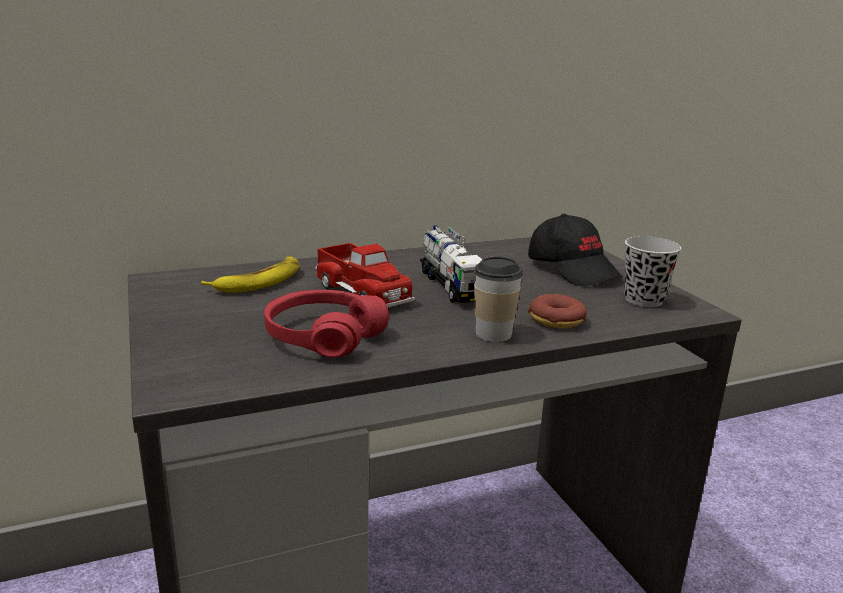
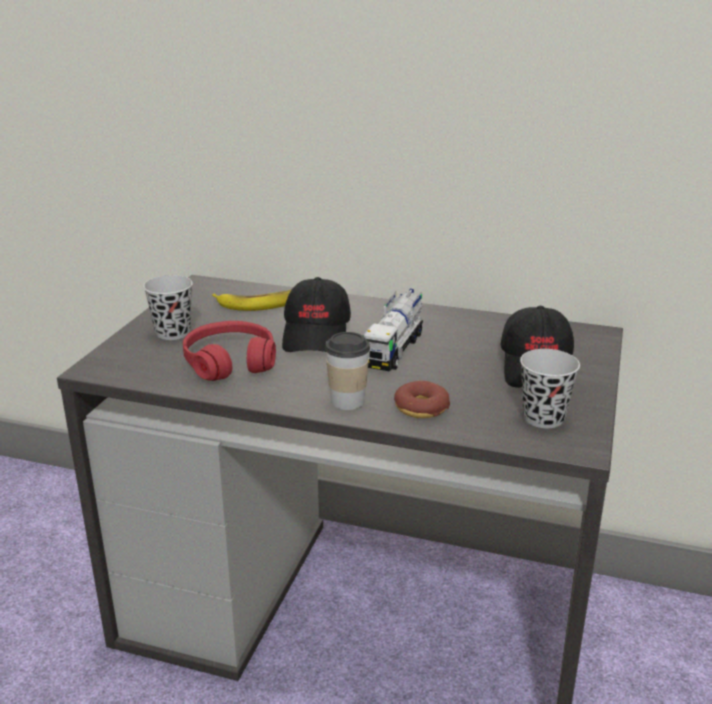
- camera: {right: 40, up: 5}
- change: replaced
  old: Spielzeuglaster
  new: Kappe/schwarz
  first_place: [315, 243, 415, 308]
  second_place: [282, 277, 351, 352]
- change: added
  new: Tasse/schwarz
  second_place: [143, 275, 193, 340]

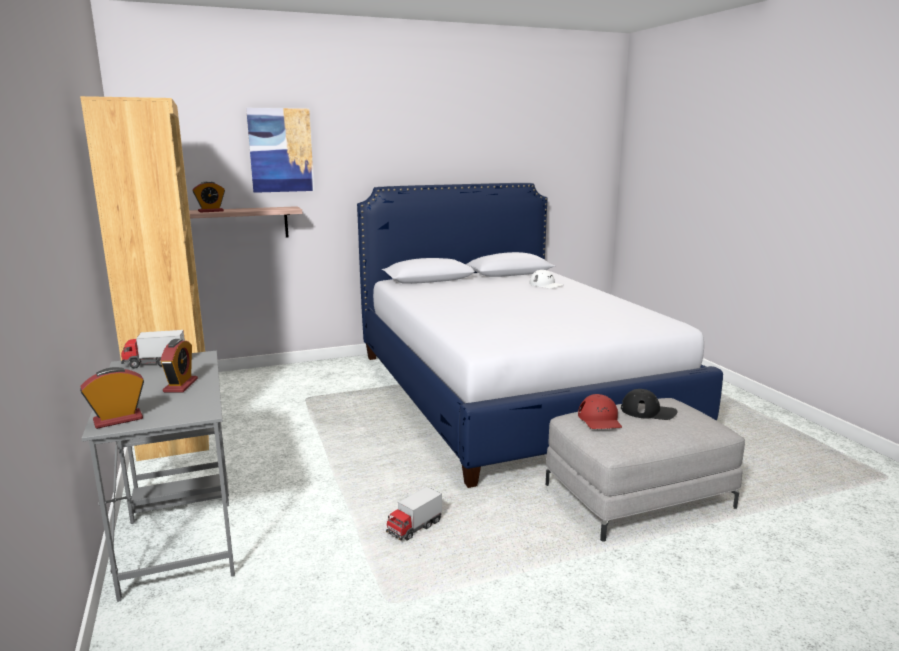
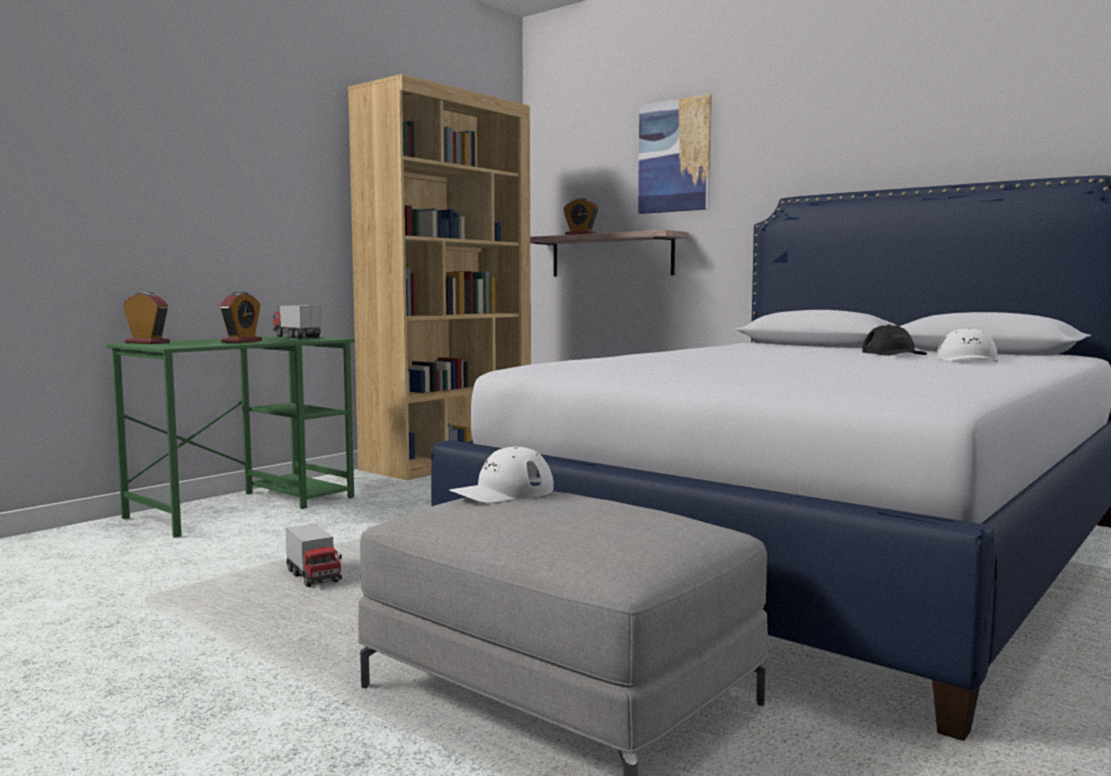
- camera: {right: 60, up: -10}
- change: recoloured
  old: Schreibtisch/grau
  new: Schreibtisch/grün
  first_place: [82, 351, 235, 602]
  second_place: [106, 336, 355, 538]
- change: turned
  old: Wecker
  first_place: [160, 339, 198, 392]
  second_place: [220, 292, 262, 343]
  degrees: -45
- change: turned
  old: Spielzeuglaster
  first_place: [386, 487, 442, 540]
  second_place: [286, 524, 342, 587]
  degrees: -135
- change: recoloured
  old: Kappe/rot
  new: Kappe/weiß
  first_place: [578, 394, 622, 429]
  second_place: [450, 446, 554, 503]
- change: moved
  old: Kappe/schwarz
  first_place: [621, 389, 677, 420]
  second_place: [862, 325, 927, 356]

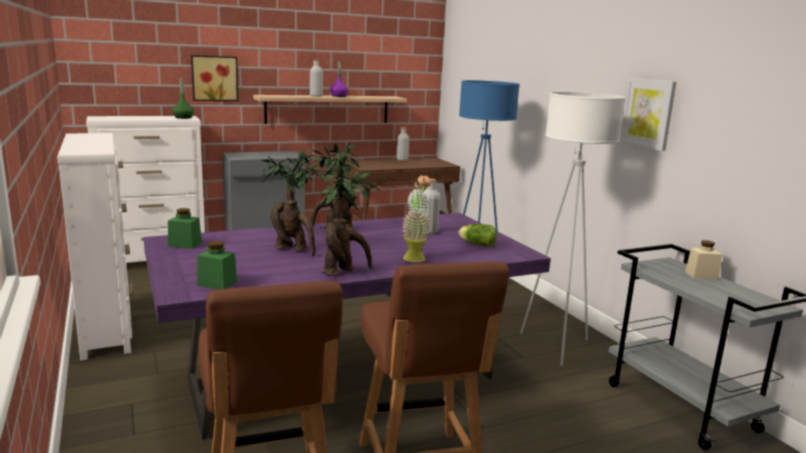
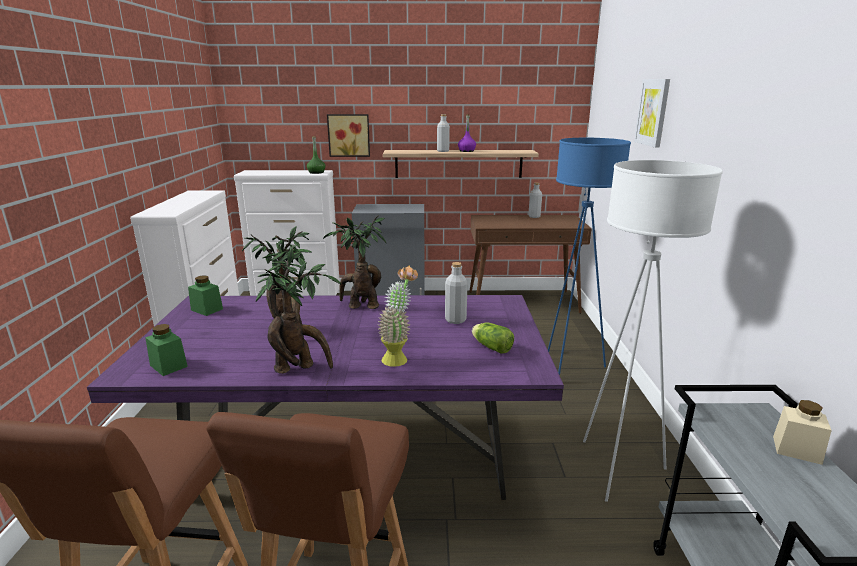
- camera: {right: 25, up: 5}
- change: moved
  old: Bild
  first_place: [620, 78, 676, 151]
  second_place: [634, 79, 670, 148]

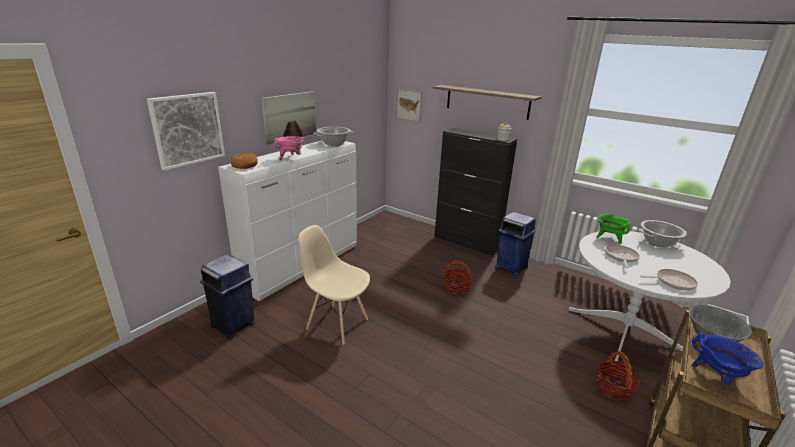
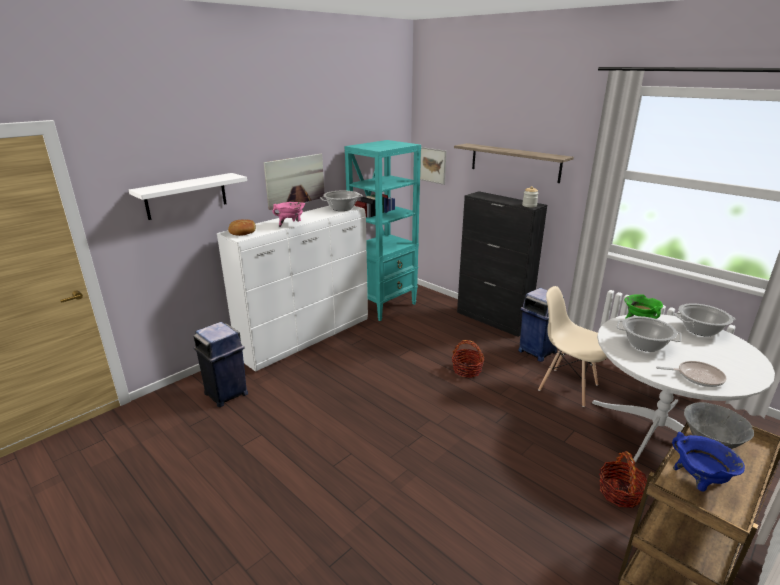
- camera: {right: 10, up: 0}
- change: replaced
  old: Bild
  new: Wandregal/weiß
  first_place: [147, 92, 225, 170]
  second_place: [129, 173, 247, 220]
- change: moved
  old: Stuhl/beige
  first_place: [298, 225, 370, 345]
  second_place: [538, 286, 607, 407]
- change: replaced
  old: Pfanne
  new: Kochtopf
  first_place: [605, 245, 640, 268]
  second_place: [617, 316, 682, 352]
- change: added
  new: Bücherregal/türkis
  second_place: [345, 140, 421, 321]

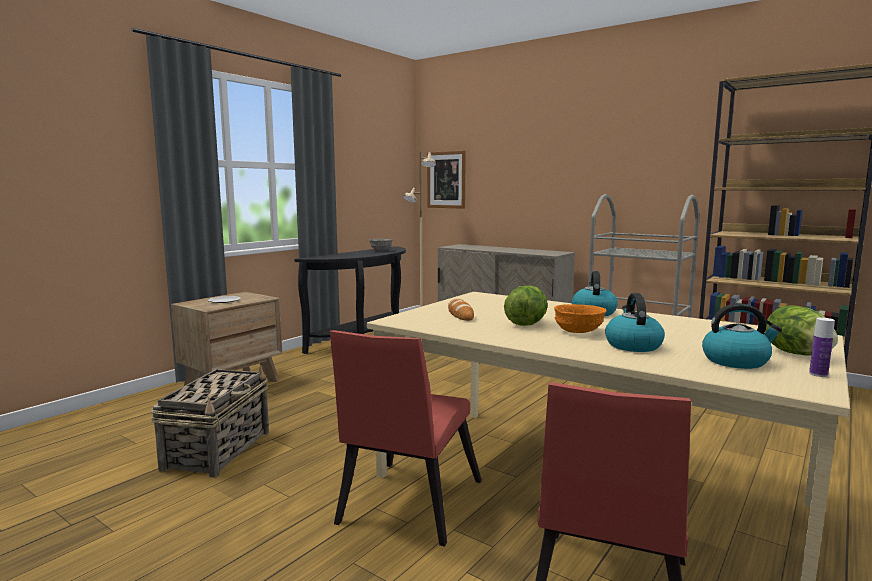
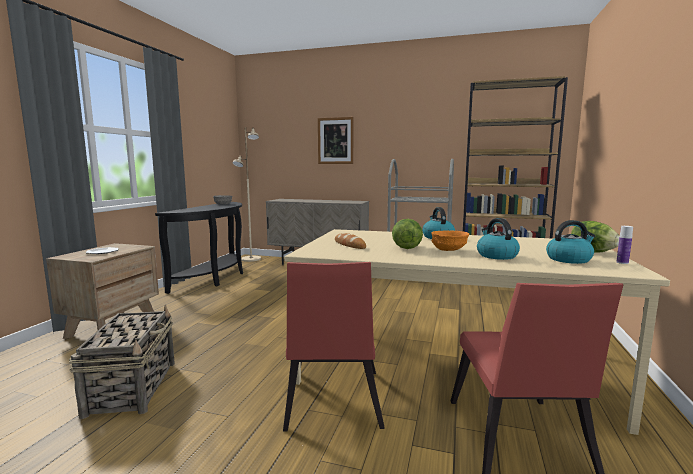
- camera: {right: -20, up: 0}
- change: moved
  old: Bild
  first_place: [427, 151, 466, 209]
  second_place: [318, 117, 353, 164]

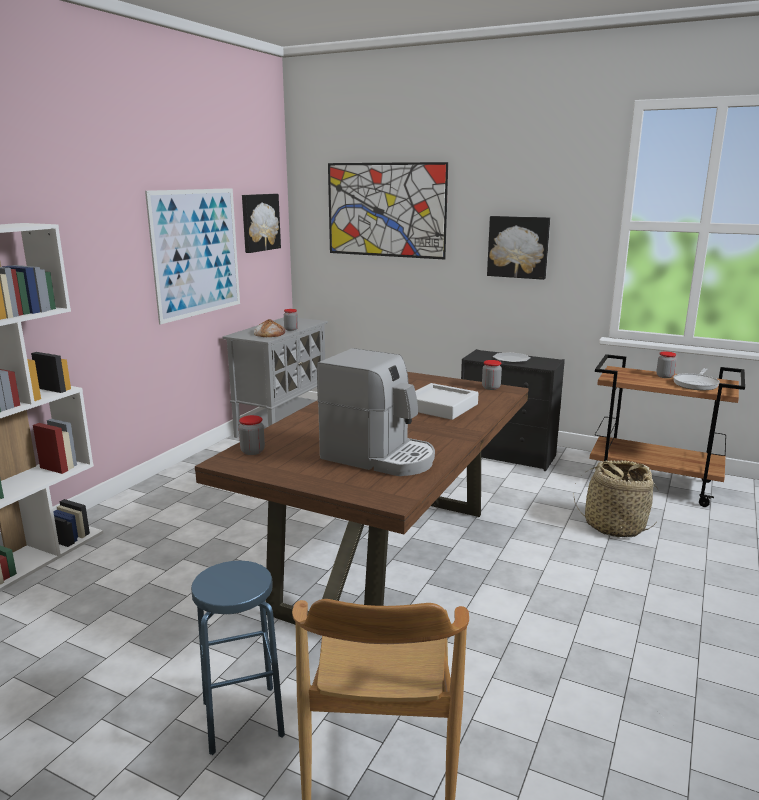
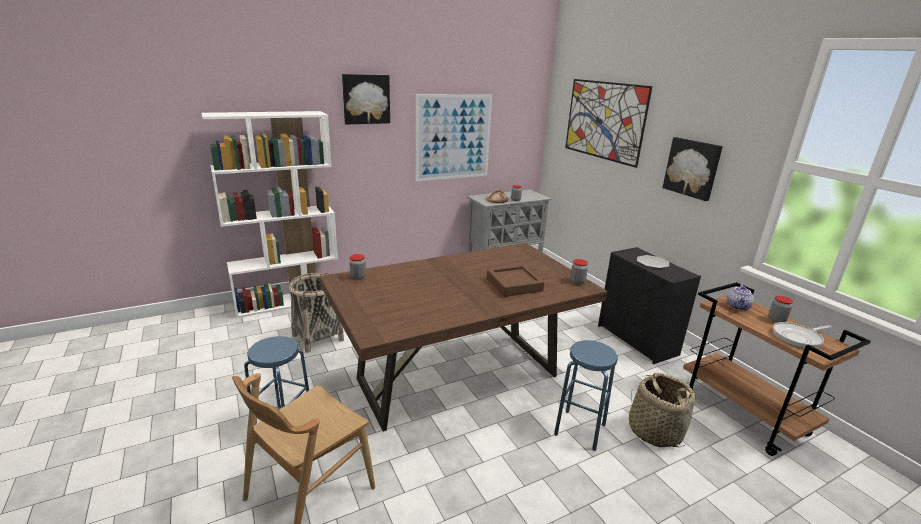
- camera: {right: 35, up: 5}
- change: moved
  old: Bild
  first_place: [242, 194, 281, 253]
  second_place: [342, 74, 390, 124]
- change: removed
  old: Kaffeemaschine
  first_place: [317, 348, 435, 476]
- change: recoloured
  old: Tablett/grau
  new: Tablett/braun
  first_place: [415, 383, 478, 420]
  second_place: [487, 265, 544, 297]
- change: added
  new: Korb
  second_place: [289, 273, 344, 353]
- change: added
  new: Hocker/blau
  second_place: [554, 340, 618, 451]
- change: added
  new: Teekanne
  second_place: [727, 284, 754, 311]

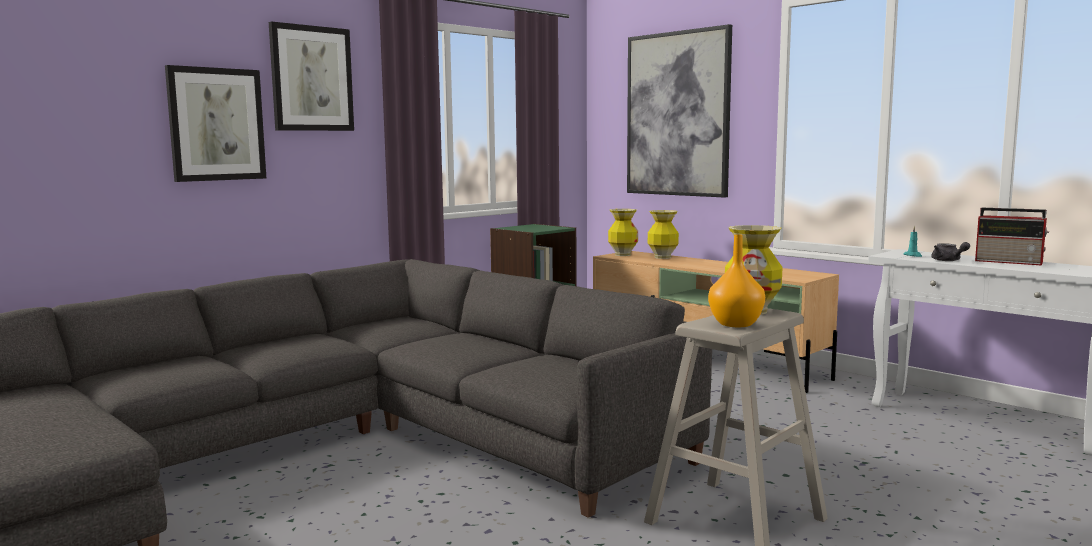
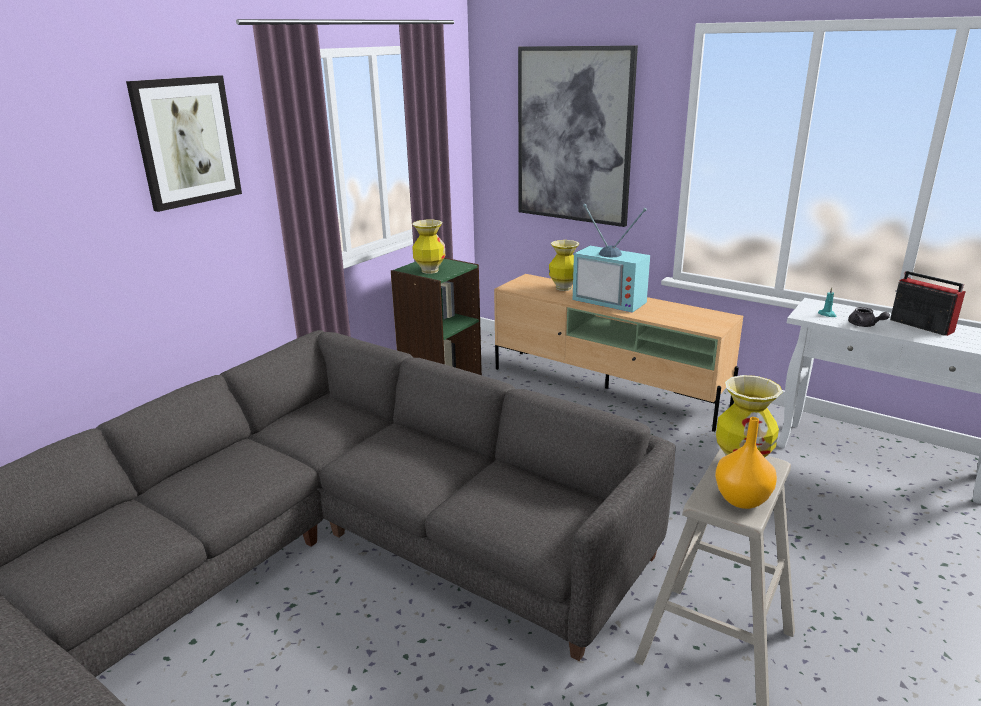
- camera: {right: -10, up: 15}
- change: removed
  old: Bild
  first_place: [165, 65, 266, 182]
- change: moved
  old: Vase
  first_place: [608, 209, 638, 256]
  second_place: [412, 220, 445, 274]
- change: turned
  old: Radio
  first_place: [975, 208, 1049, 266]
  second_place: [890, 271, 966, 336]
  degrees: -150
- change: added
  new: Fernseher
  second_place: [573, 204, 650, 313]

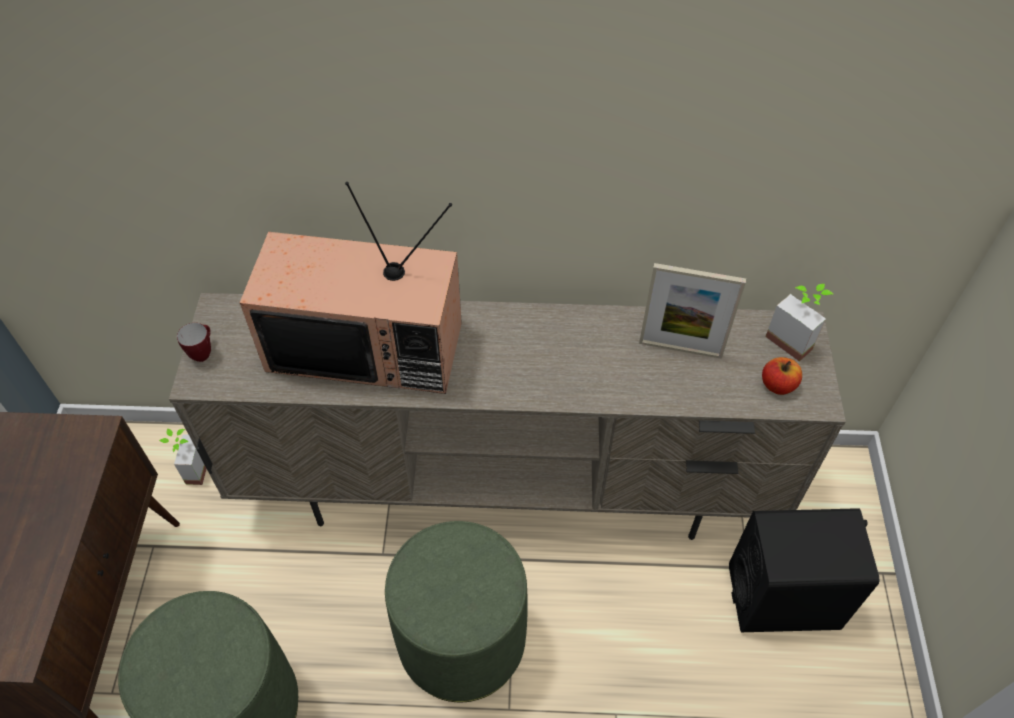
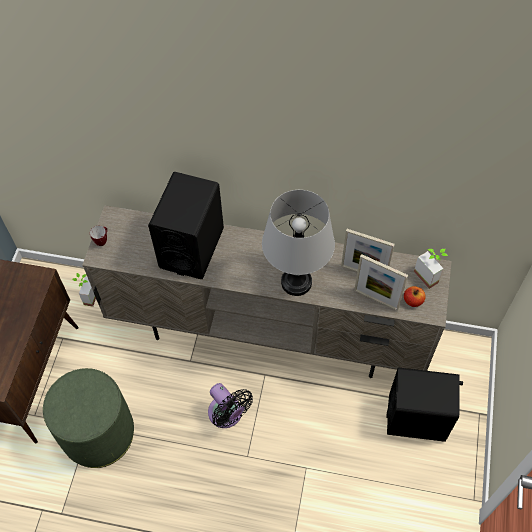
- camera: {right: 10, up: 5}
- change: replaced
  old: Fernseher
  new: Lautsprecher/schwarz
  first_place: [240, 182, 462, 394]
  second_place: [148, 172, 224, 279]
- change: replaced
  old: Polsterhocker/grün
  new: Ventilator/schwarz
  first_place: [385, 521, 528, 702]
  second_place: [208, 383, 253, 428]
- change: added
  new: Tischlampe/grau
  second_place: [262, 190, 335, 296]
- change: added
  new: Bilderrahmen
  second_place: [354, 254, 408, 311]

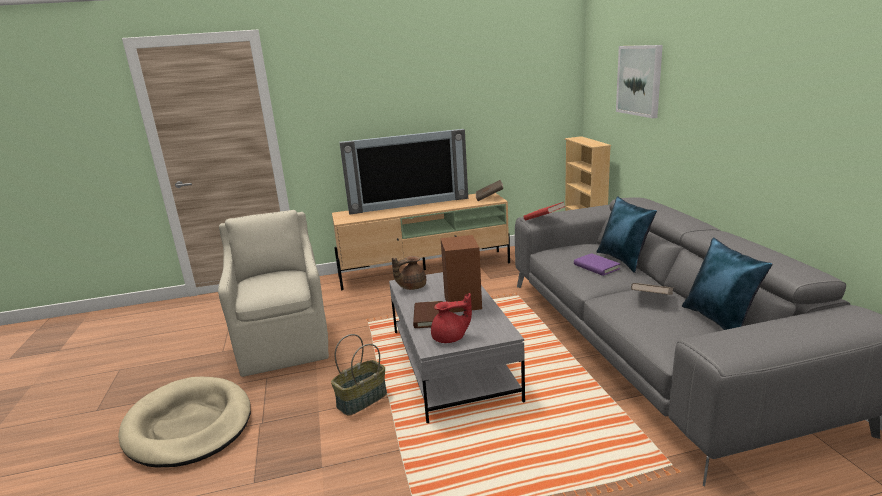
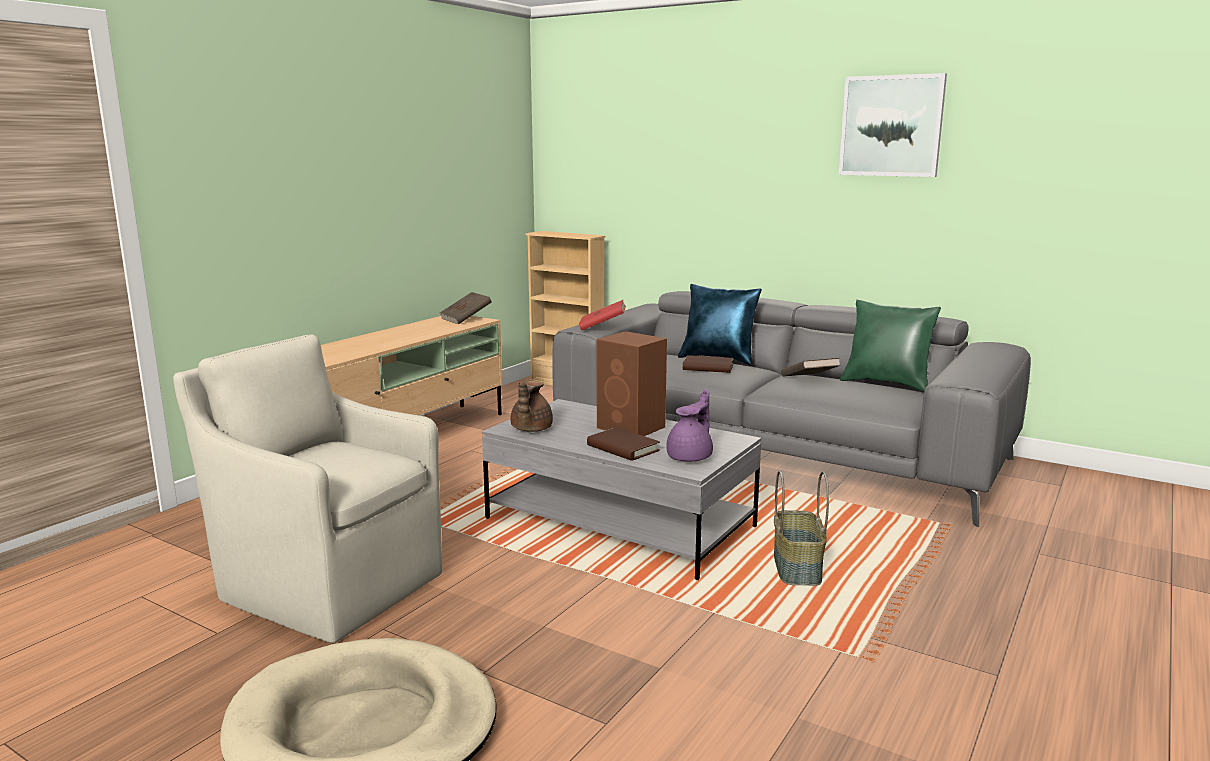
- camera: {right: -45, up: -5}
- change: moved
  old: Korb
  first_place: [331, 334, 387, 416]
  second_place: [774, 471, 829, 586]
- change: removed
  old: Fernseher
  first_place: [339, 129, 468, 215]
- change: recoloured
  old: Teekanne/rot
  new: Teekanne/lila
  first_place: [431, 293, 472, 343]
  second_place: [666, 389, 713, 461]
- change: recoloured
  old: Buch/lila
  new: Buch/braun
  first_place: [574, 253, 620, 276]
  second_place: [683, 355, 733, 373]
- change: moved
  old: Bild
  first_place: [616, 45, 663, 118]
  second_place: [839, 73, 947, 177]
- change: recoloured
  old: Kissen/blau
  new: Kissen/grün
  first_place: [682, 238, 772, 330]
  second_place: [840, 300, 941, 392]

